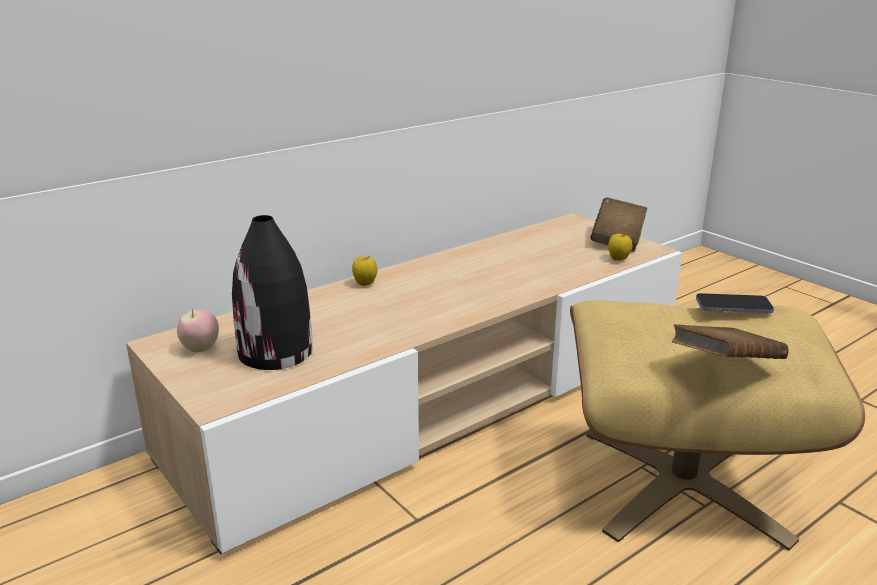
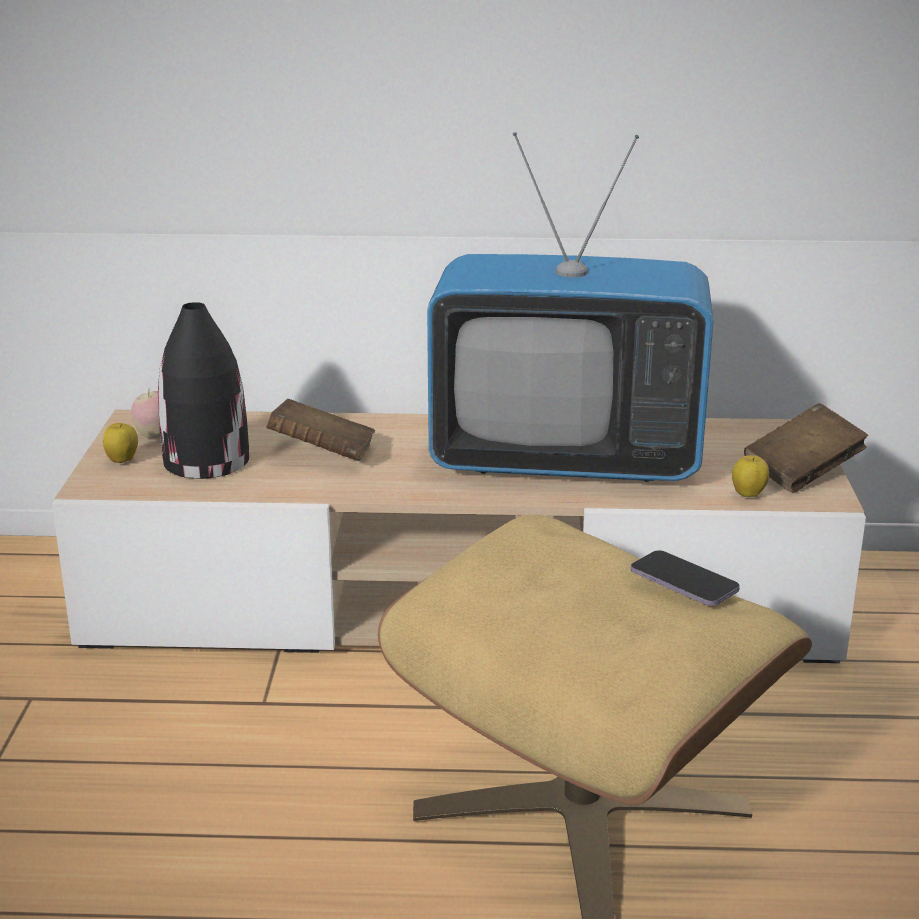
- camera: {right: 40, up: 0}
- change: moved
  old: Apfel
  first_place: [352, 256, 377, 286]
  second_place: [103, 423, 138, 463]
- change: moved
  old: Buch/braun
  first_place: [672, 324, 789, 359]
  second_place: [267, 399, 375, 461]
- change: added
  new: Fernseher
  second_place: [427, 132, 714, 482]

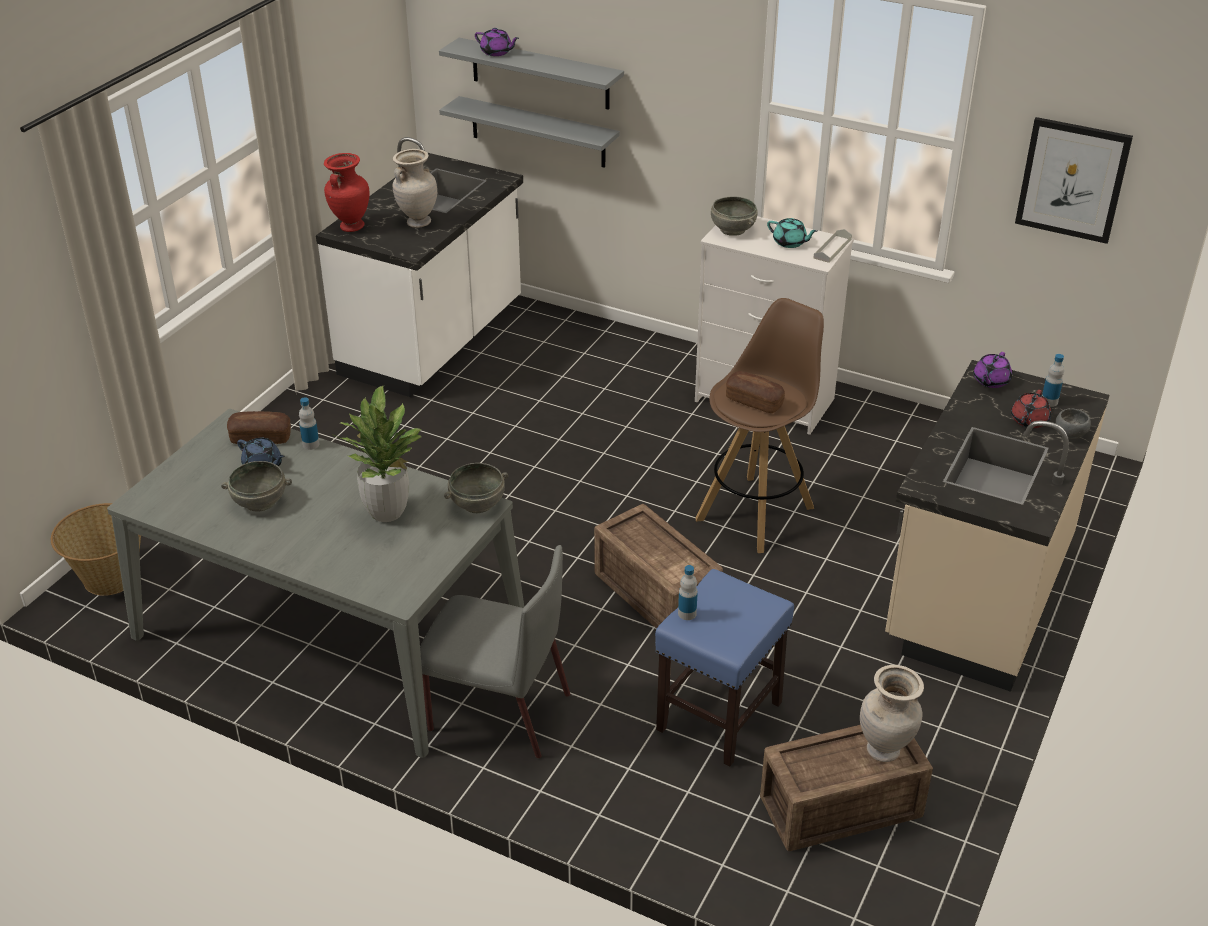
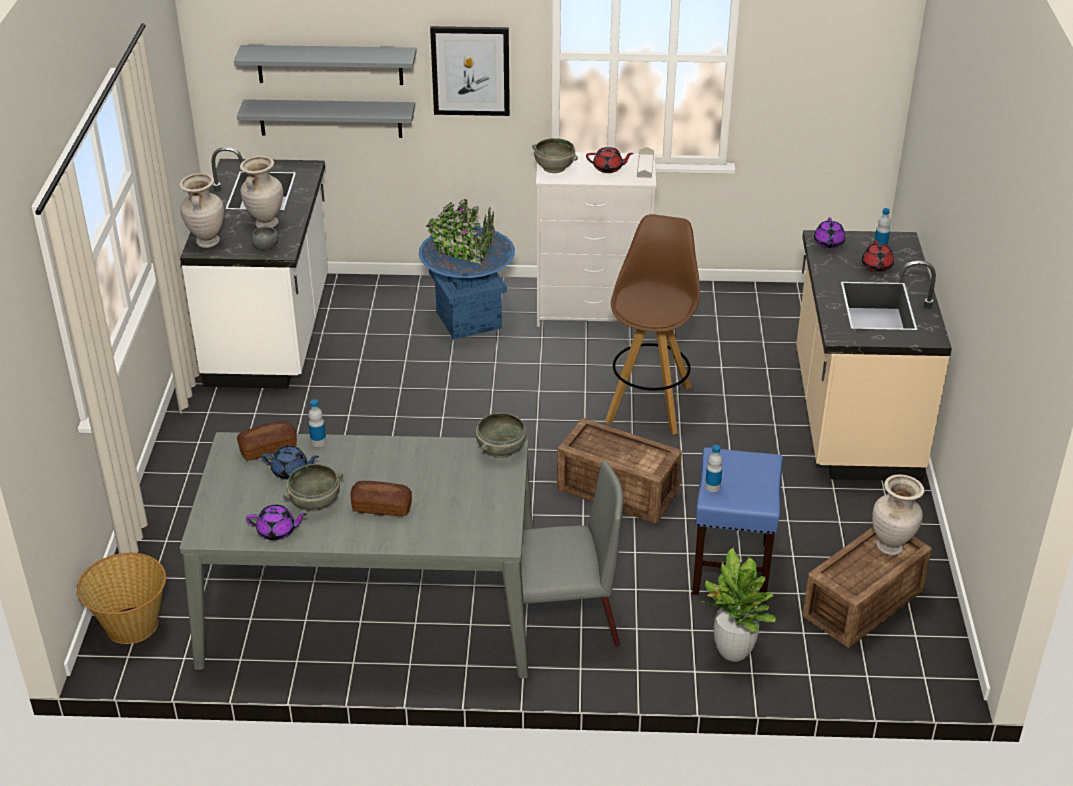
- camera: {right: -25, up: 0}
- change: recoloured
  old: Vase/rot
  new: Vase/beige
  first_place: [324, 153, 370, 232]
  second_place: [179, 173, 224, 248]
- change: moved
  old: Topfpflanze
  first_place: [332, 386, 422, 522]
  second_place: [700, 547, 776, 662]
- change: moved
  old: Teekanne/lila
  first_place: [475, 28, 519, 56]
  second_place: [246, 505, 307, 540]
- change: moved
  old: Brot
  first_place: [726, 371, 785, 413]
  second_place: [350, 481, 412, 516]
- change: recoloured
  old: Teekanne/türkis
  new: Teekanne/rot
  first_place: [767, 218, 817, 248]
  second_place: [586, 147, 634, 173]
- change: moved
  old: Bild
  first_place: [1015, 117, 1133, 244]
  second_place: [430, 26, 510, 116]
- change: moved
  old: Schüssel/grau
  first_place: [1055, 408, 1091, 439]
  second_place: [251, 226, 278, 250]
- change: added
  new: Pflanzkübel/blau
  second_place: [418, 199, 515, 339]

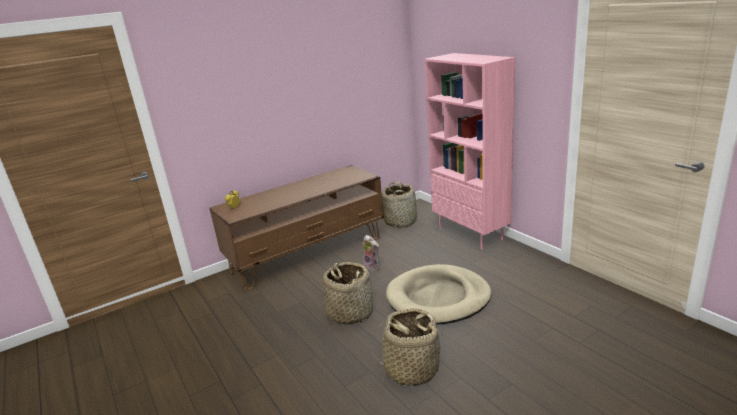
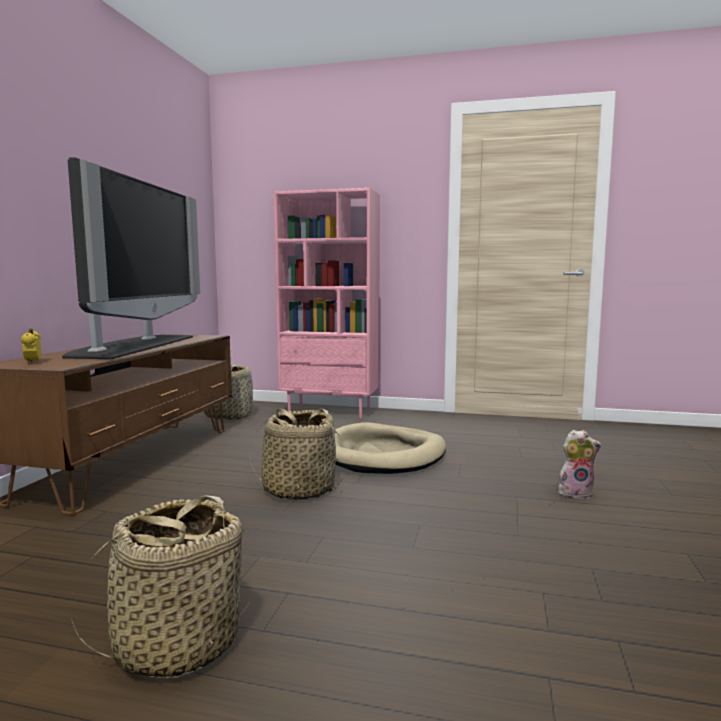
- camera: {right: -45, up: -15}
- change: moved
  old: Plüschtier
  first_place: [363, 235, 380, 272]
  second_place: [558, 430, 601, 499]
- change: moved
  old: Korb
  first_place: [371, 308, 446, 386]
  second_place: [71, 495, 254, 678]
- change: added
  new: Fernseher
  second_place: [62, 157, 200, 359]

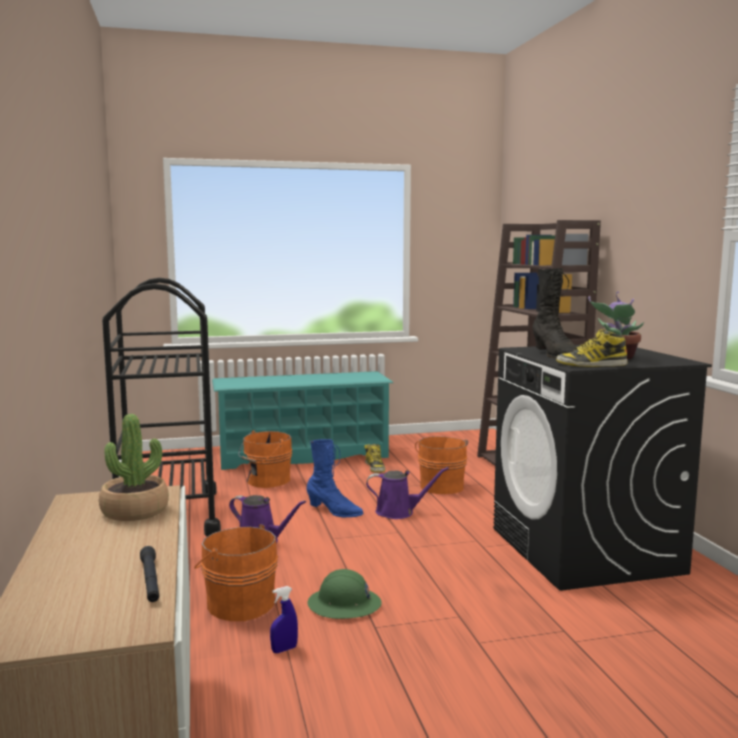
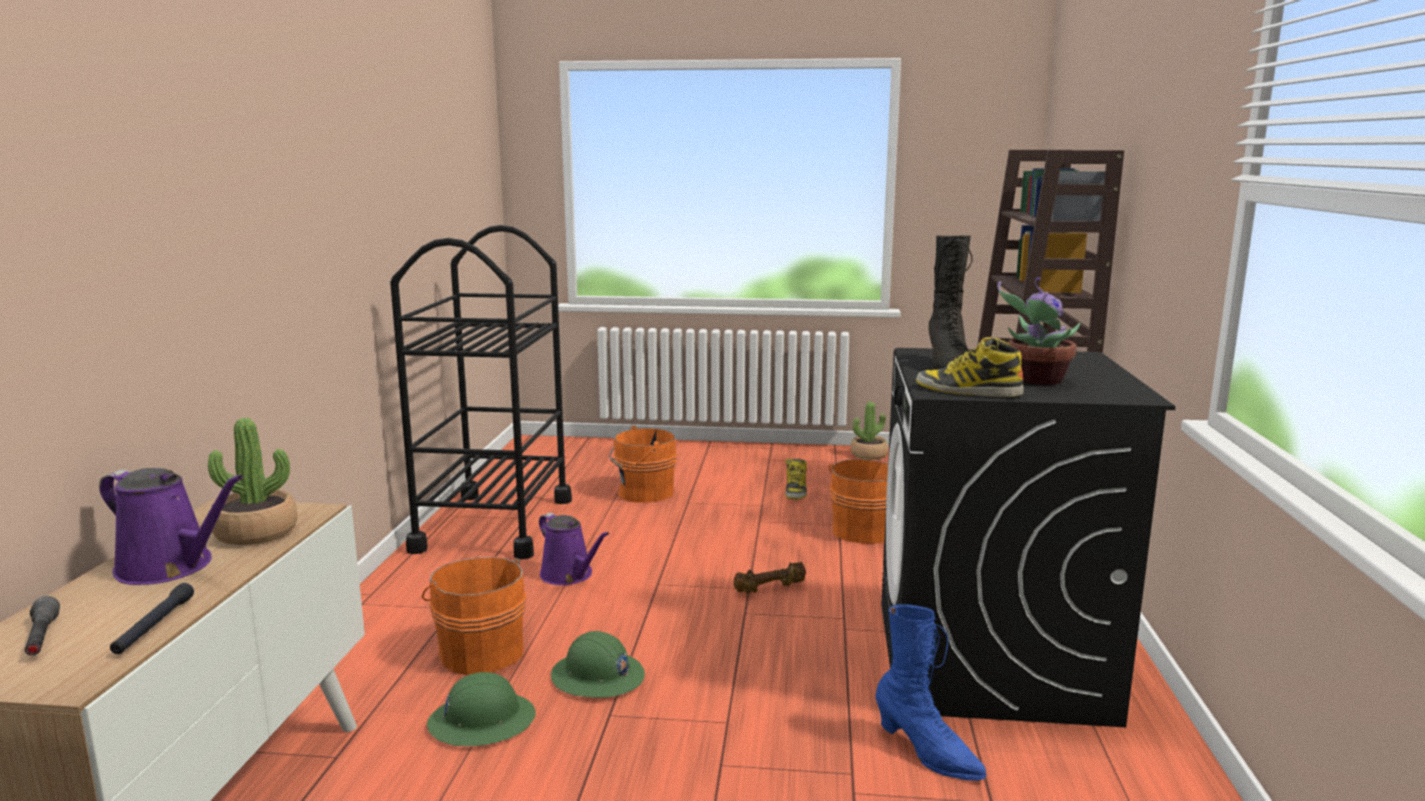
- camera: {right: 20, up: 5}
- change: removed
  old: Schuhregal/türkis
  first_place: [212, 371, 393, 470]
- change: replaced
  old: Sprühflasche/blau
  new: Schutzhelm/grün
  first_place: [270, 586, 298, 653]
  second_place: [427, 672, 536, 746]
- change: moved
  old: Stiefel/blau
  first_place: [307, 439, 364, 517]
  second_place: [875, 604, 987, 781]
- change: moved
  old: Gießkanne/lila
  first_place: [366, 467, 449, 519]
  second_place: [99, 468, 243, 585]
- change: added
  new: Taschenlampe/grau
  second_place: [25, 596, 60, 655]
- change: added
  new: Hantel/braun
  second_place: [733, 562, 806, 593]
- change: added
  new: Topfpflanze
  second_place: [851, 402, 888, 460]

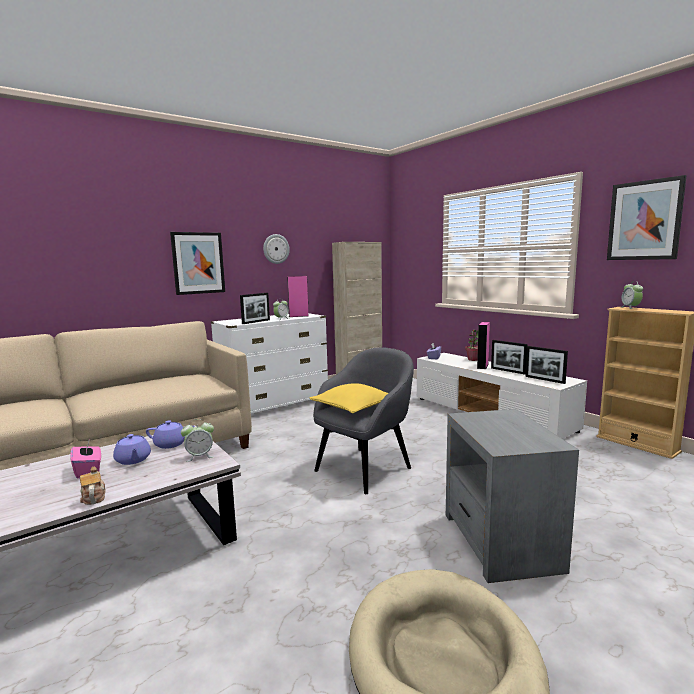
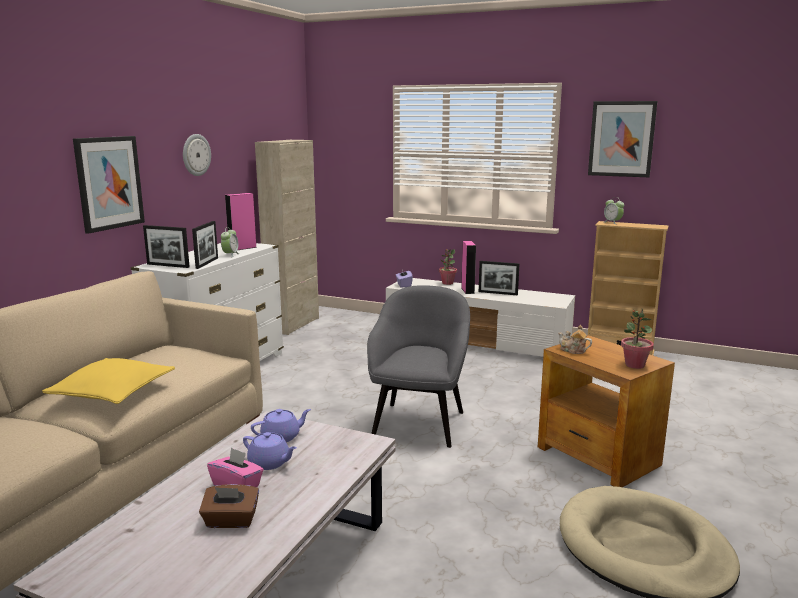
- camera: {right: -30, up: 5}
- change: moved
  old: Teekanne
  first_place: [80, 466, 106, 505]
  second_place: [558, 325, 592, 354]
- change: removed
  old: Wecker
  first_place: [181, 419, 214, 462]
- change: moved
  old: Kissen/gelb
  first_place: [310, 383, 388, 413]
  second_place: [42, 358, 175, 404]
- change: recoloured
  old: Beistelltisch/grau
  new: Beistelltisch/braun
  first_place: [446, 409, 579, 583]
  second_place: [538, 335, 675, 487]
- change: moved
  old: Bilderrahmen
  first_place: [525, 346, 568, 384]
  second_place: [143, 225, 190, 268]
- change: added
  new: Taschentuchbox/braun
  second_place: [199, 484, 259, 528]
- change: added
  new: Topfpflanze
  second_place: [621, 309, 654, 369]

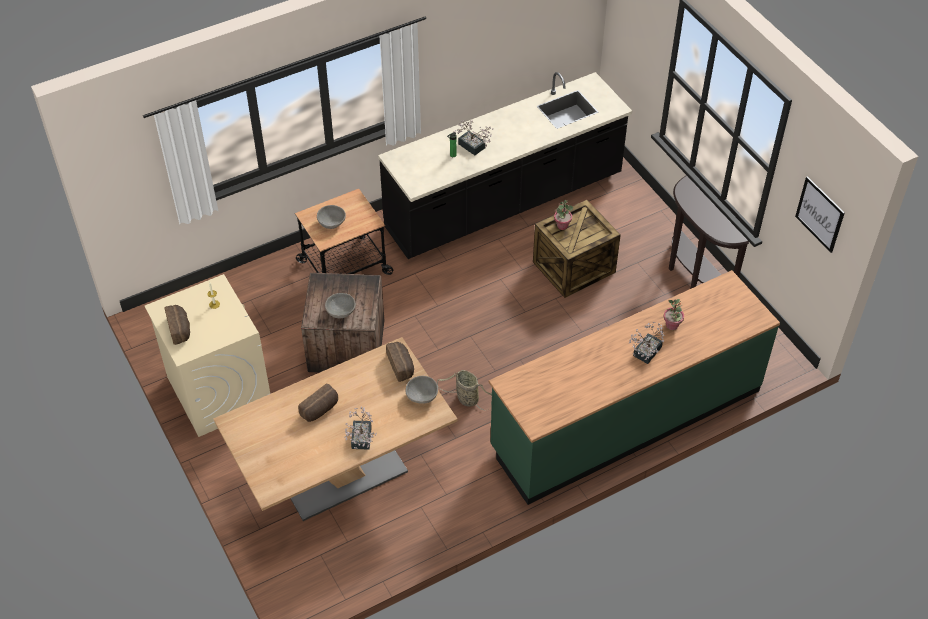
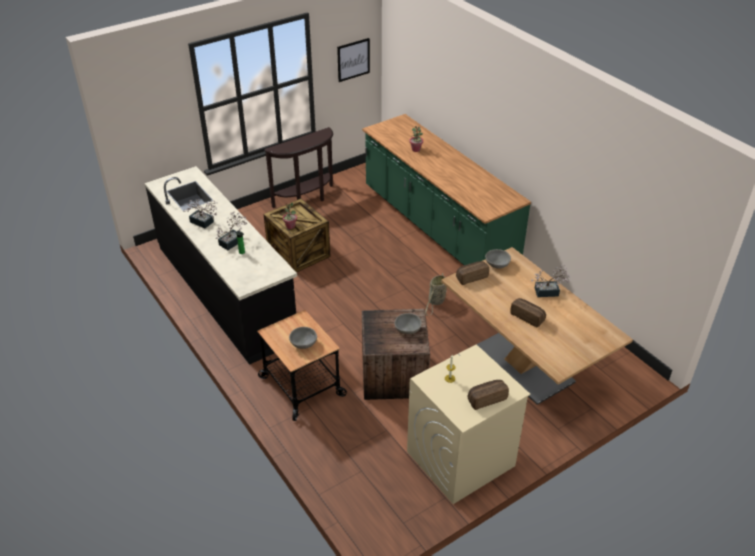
- camera: {right: -95, up: -10}
- change: moved
  old: Topfpflanze
  first_place: [629, 322, 665, 364]
  second_place: [184, 199, 217, 228]

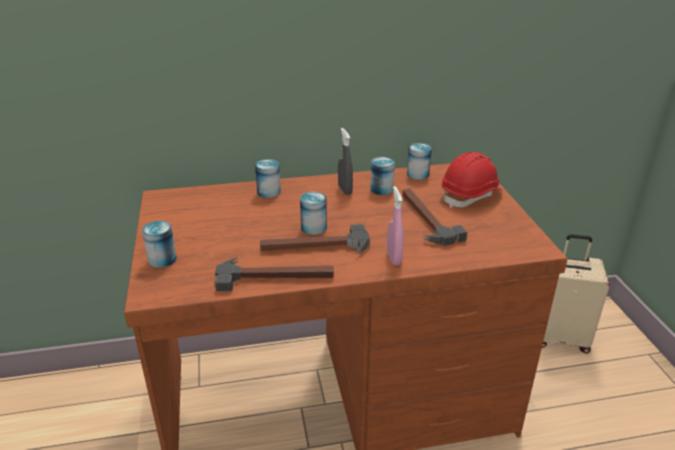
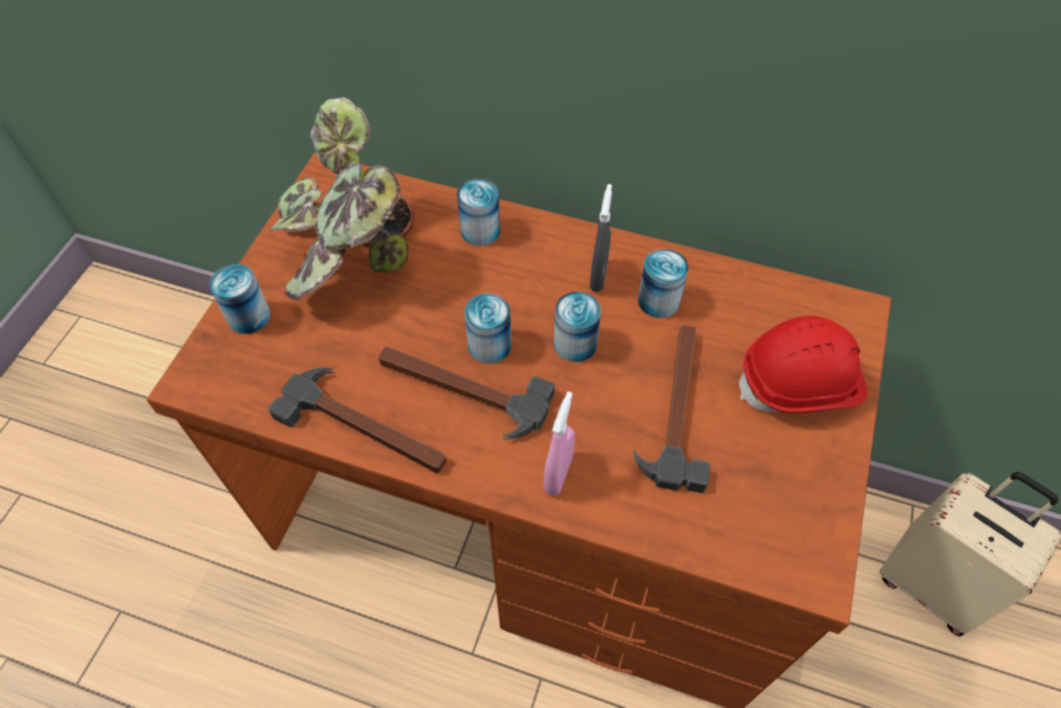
- camera: {right: 30, up: 25}
- change: moved
  old: Dose
  first_place: [407, 143, 432, 180]
  second_place: [554, 292, 601, 362]
- change: added
  new: Topfpflanze
  second_place: [269, 97, 415, 301]

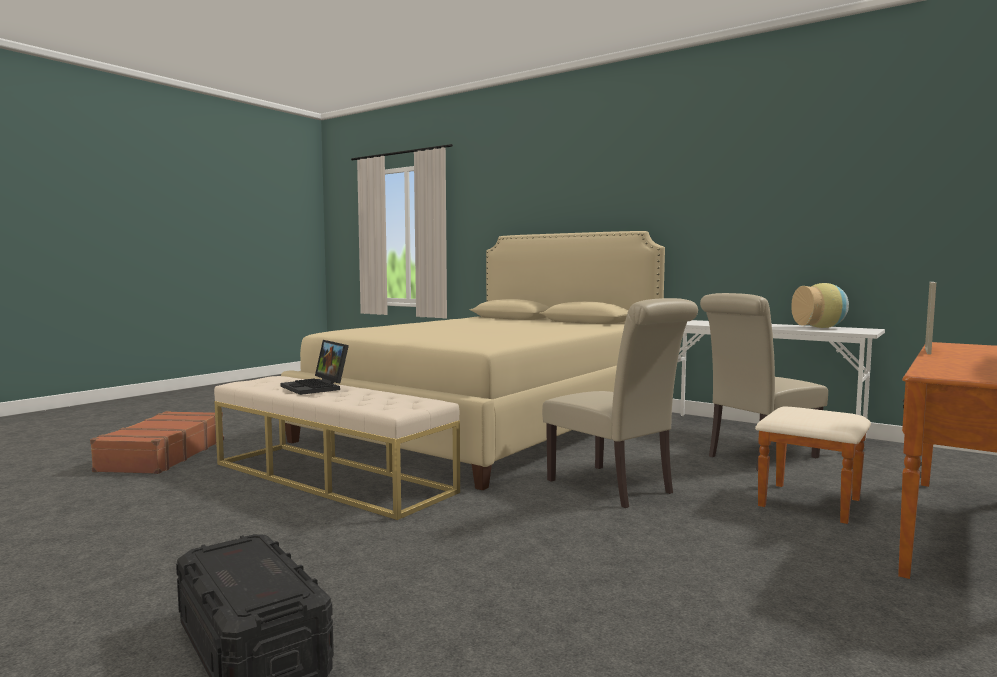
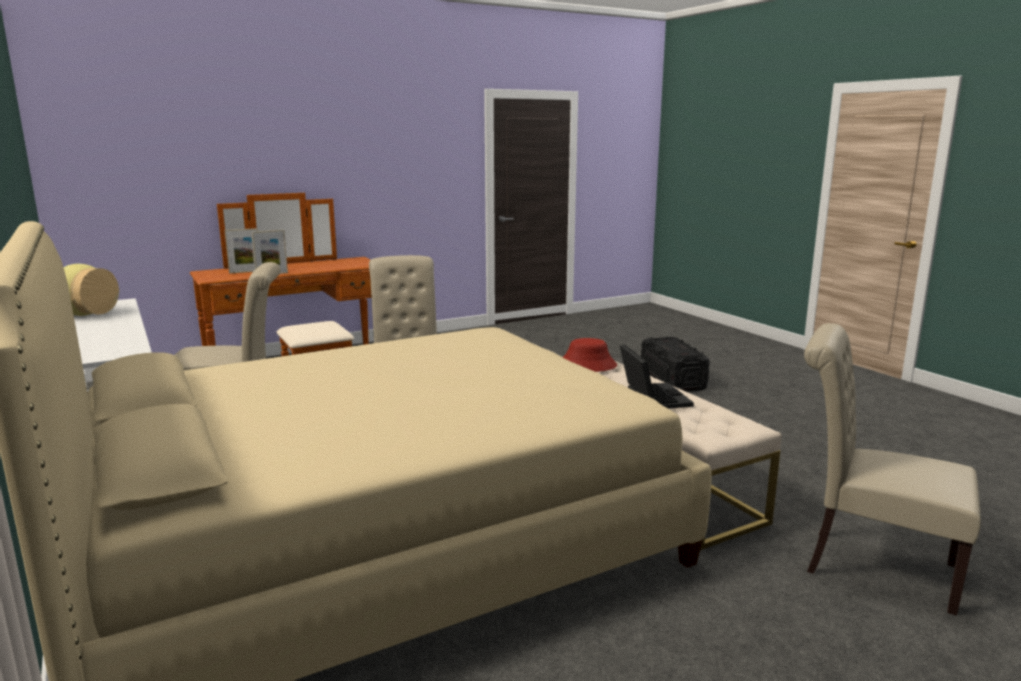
- camera: {right: -155, up: 10}
- change: replaced
  old: Koffer/braun
  new: Stuhl/beige
  first_place: [90, 411, 224, 474]
  second_place: [804, 323, 981, 615]
- change: added
  new: Bilderrahmen
  second_place: [225, 228, 258, 274]
- change: added
  new: Hut/rot
  second_place: [563, 338, 617, 372]

